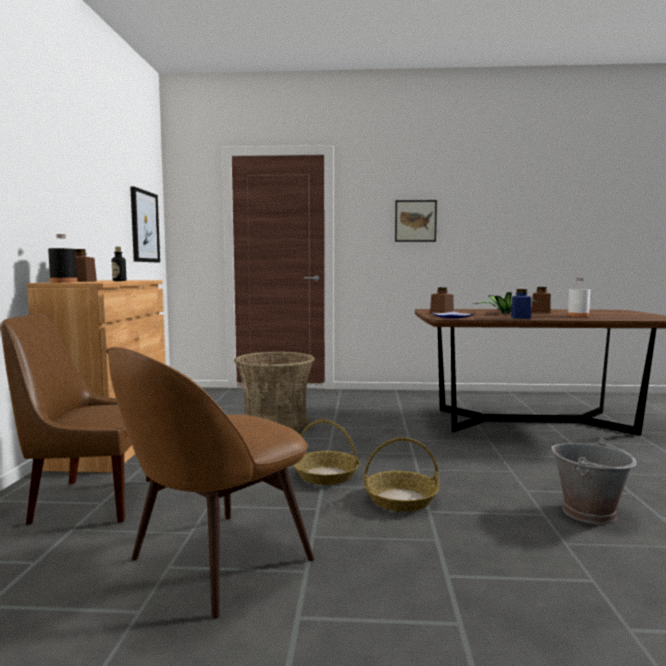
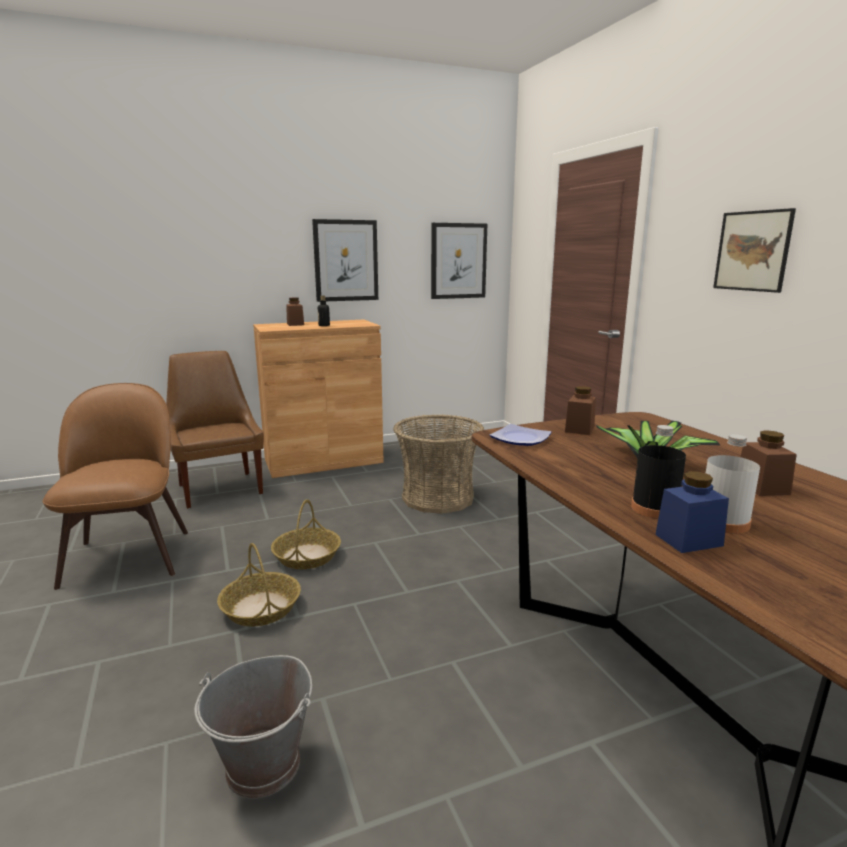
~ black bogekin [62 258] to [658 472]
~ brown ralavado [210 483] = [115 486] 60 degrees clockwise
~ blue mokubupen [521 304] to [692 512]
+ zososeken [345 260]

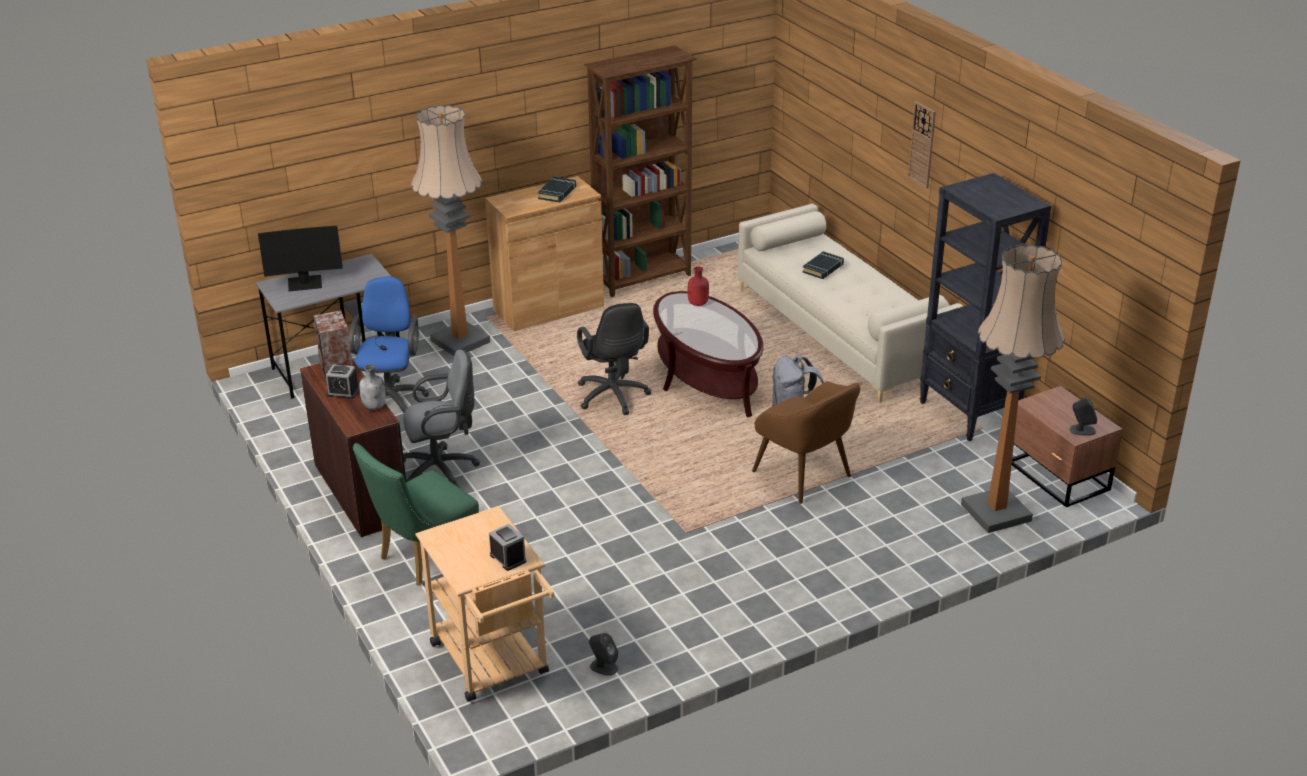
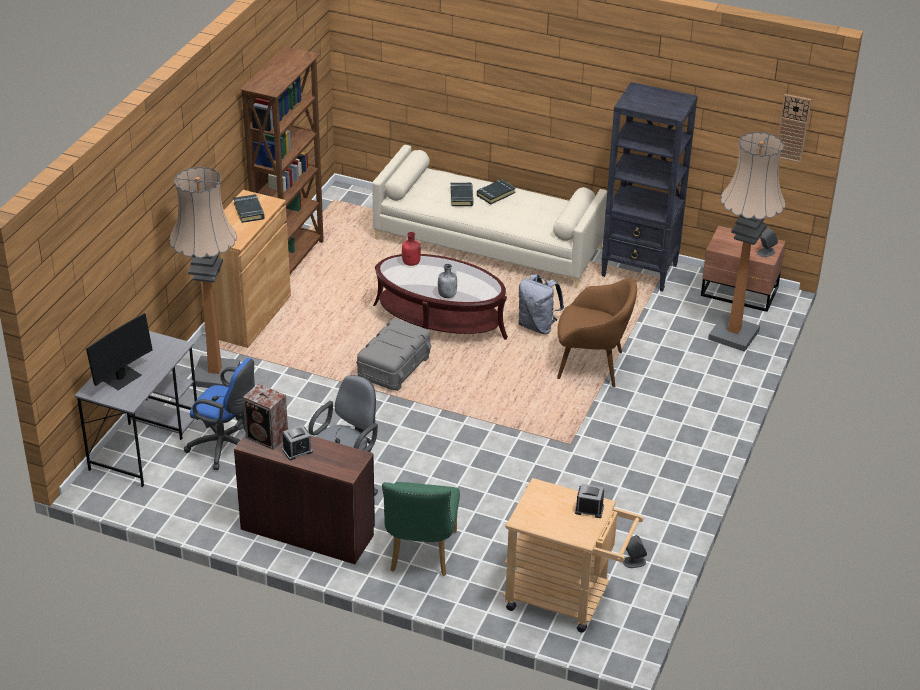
~ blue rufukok [389 344] = [219 414] 150 degrees clockwise
~ grey bogekin [372 387] to [447 281]
~ black rufukok [614 359] to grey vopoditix [394 354]
~ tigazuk [922 145] to [795 128]
+ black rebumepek [496 192]

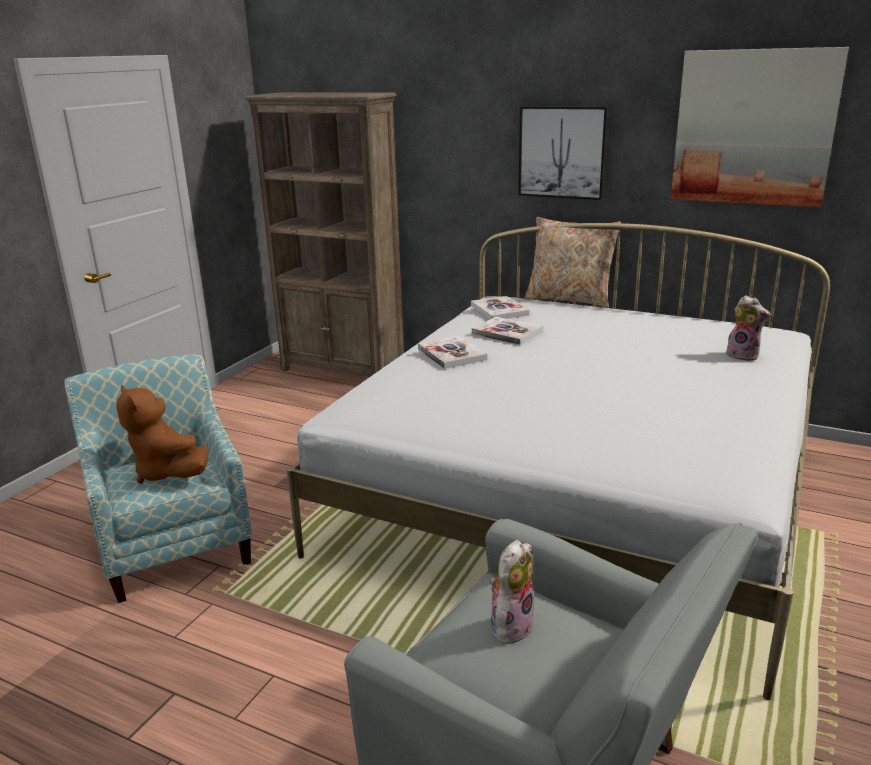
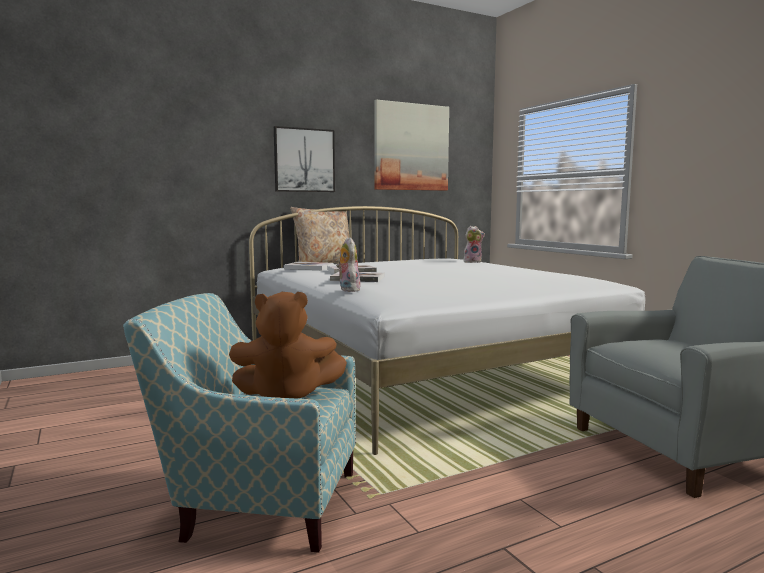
- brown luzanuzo [324 234]
~ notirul [512 592] to [348 264]

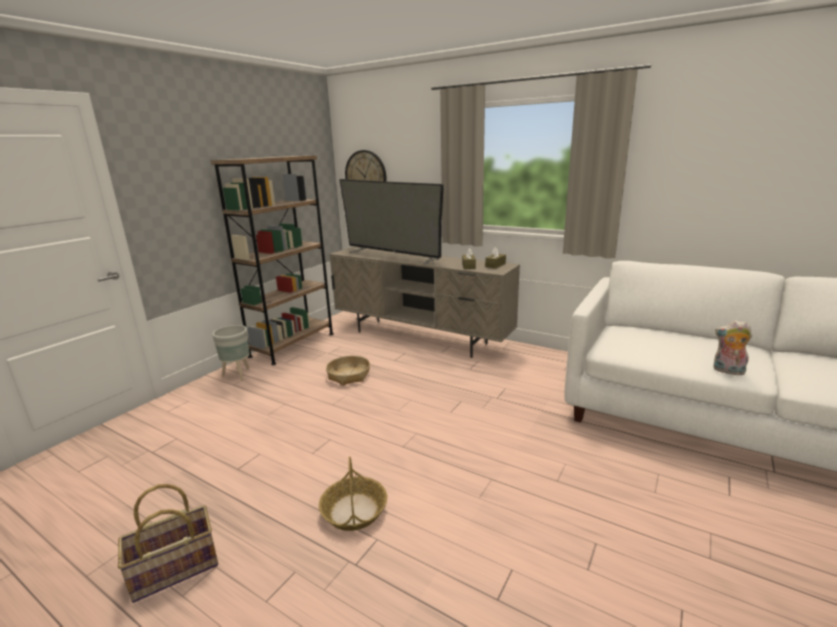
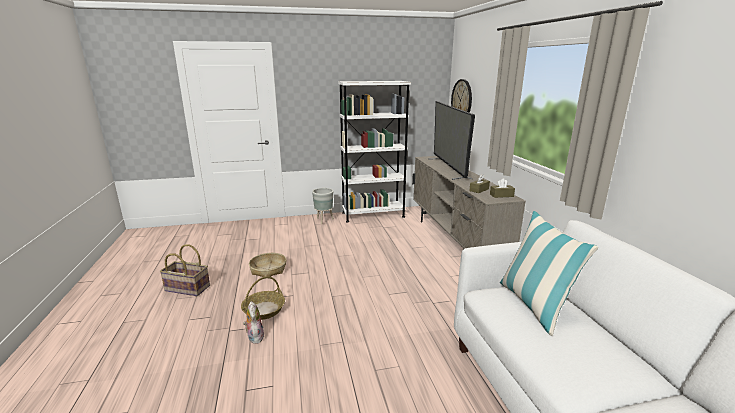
~ brown luzanuzo [272 260] to white luzanuzo [374 151]
~ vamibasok [348 371] to [268 265]
~ notirul [732 347] to [254 322]
+ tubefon [549 273]

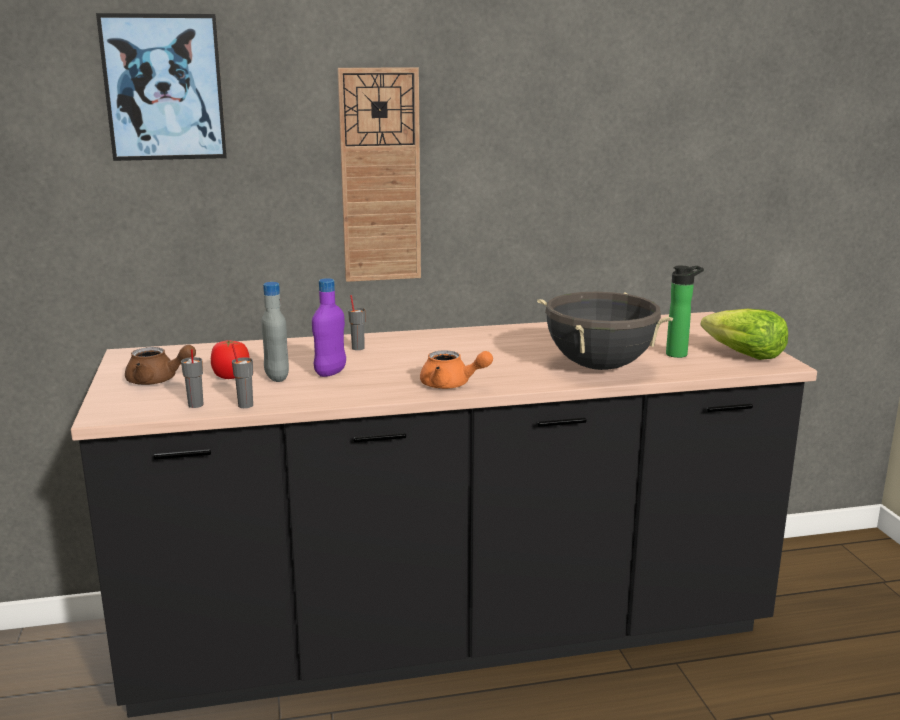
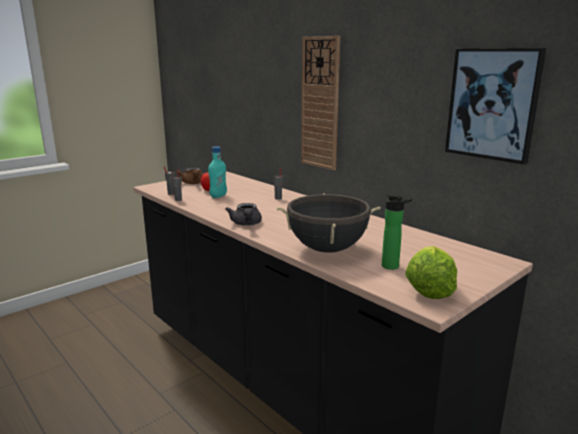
~ zososeken [161 87] to [495 106]
~ grey bogekin [275 332] to turquoise bogekin [217 172]
- purple bogekin [329 327]
~ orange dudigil [456 369] to grey dudigil [243 214]

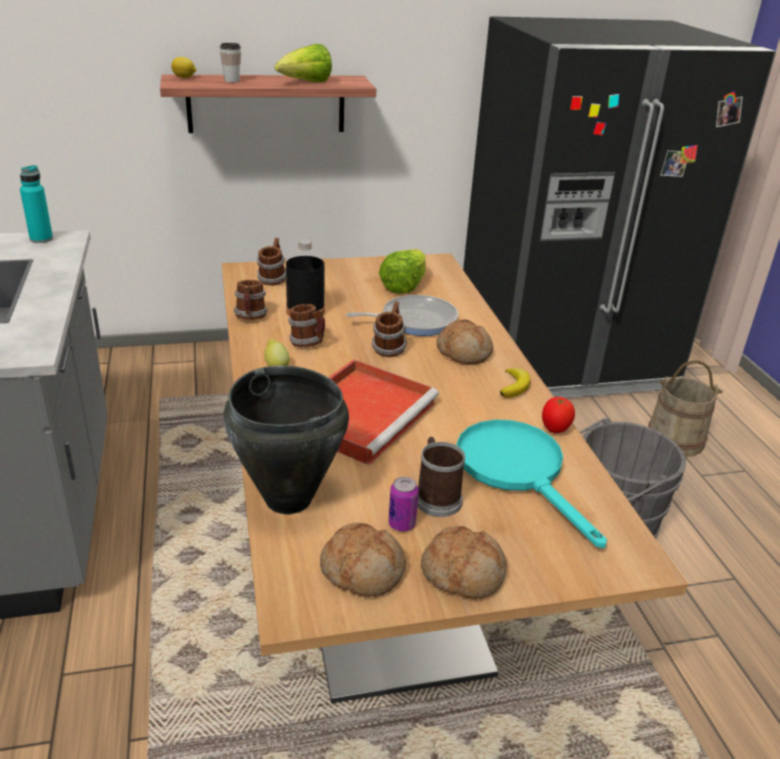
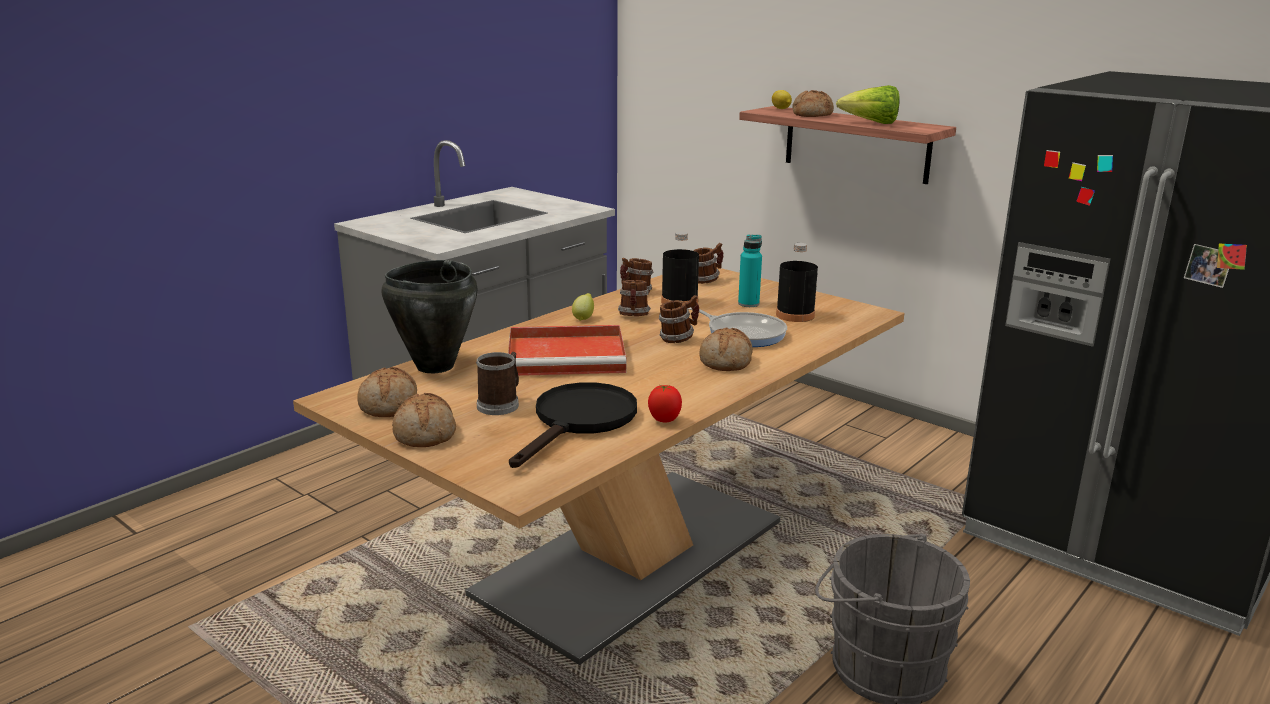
~ turquoise bogekin [36 204] to [750 270]
~ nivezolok [230 63] to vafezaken [813 103]
~ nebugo [402 271] to black bogekin [797 282]
- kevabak [403 504]
~ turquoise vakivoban [532 484] to black vakivoban [573 425]
- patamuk [515 383]
- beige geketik [685 408]

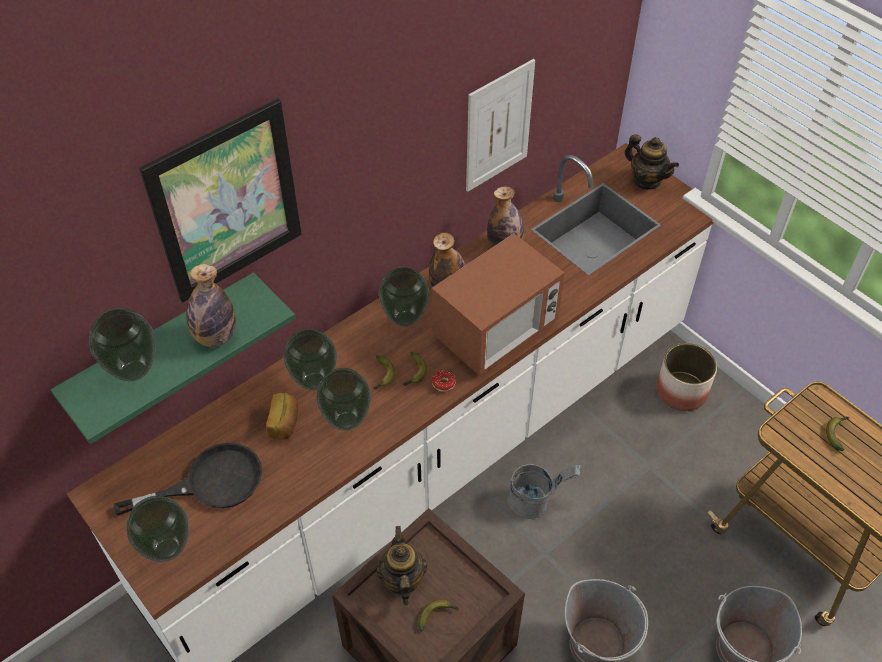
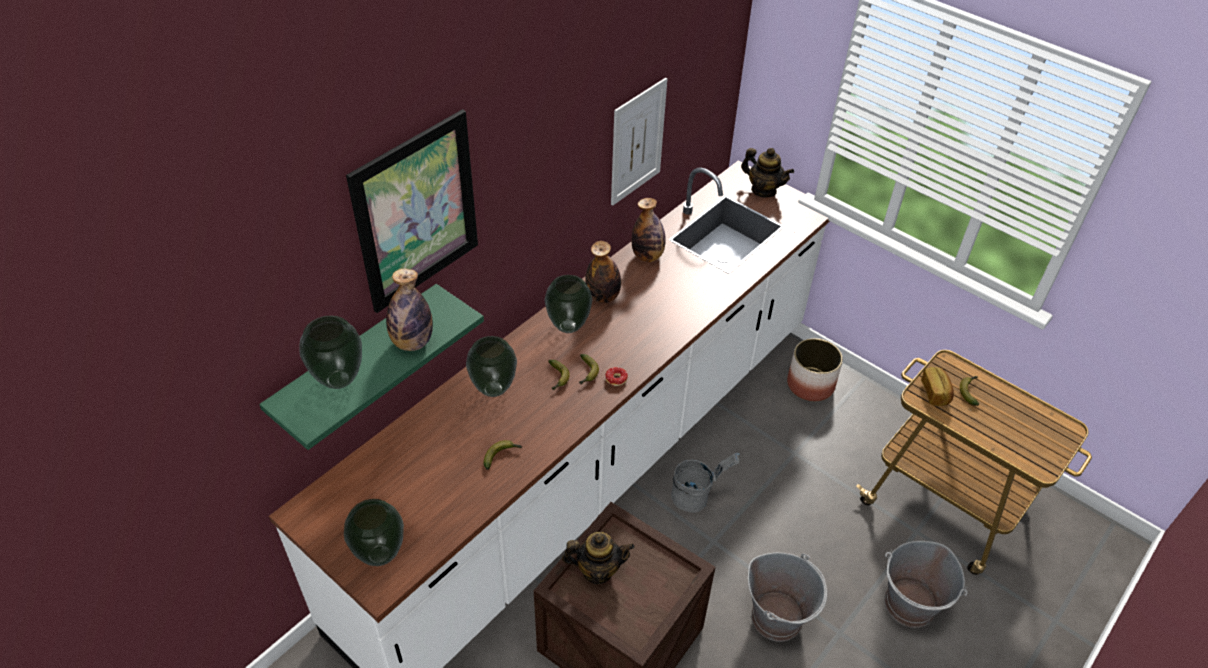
- black vakivoban [188 479]
~ vafezaken [282 416] to [937 386]
- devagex [343 399]
~ dudigil [402 566] = [598 558] 105 degrees clockwise
~ patamuk [438 615] to [503 455]
- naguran [498 305]

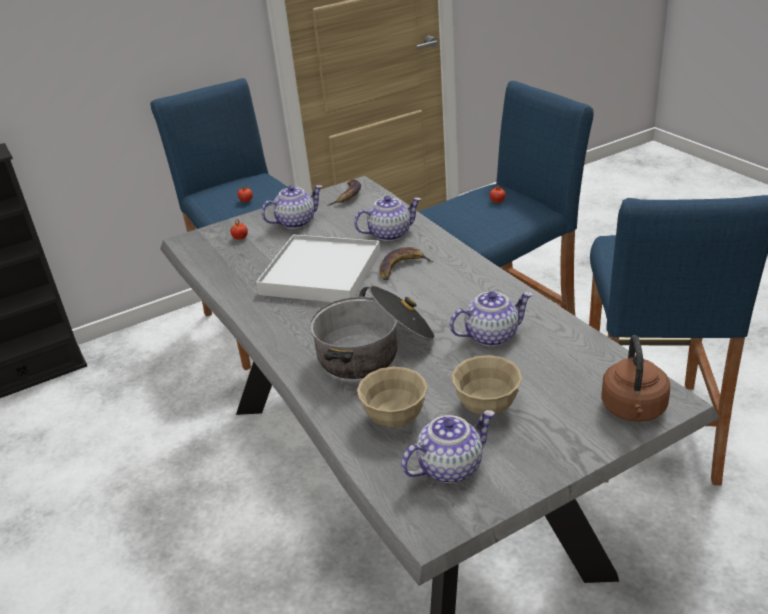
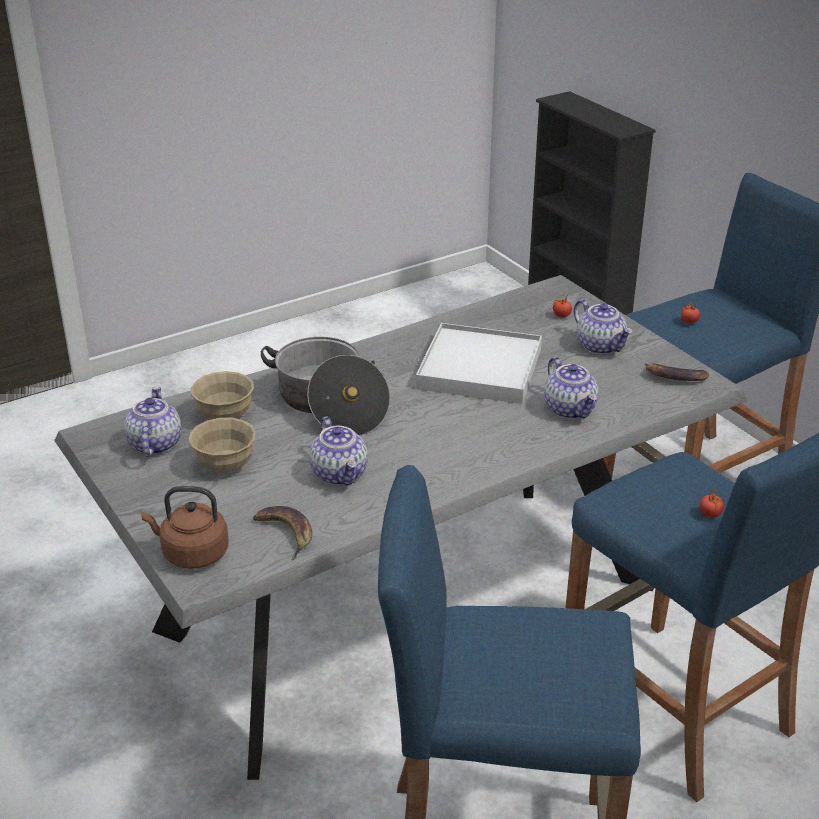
~ patamuk [406 263] to [282 533]
~ dudigil [448 446] = [152 421] 150 degrees counterclockwise

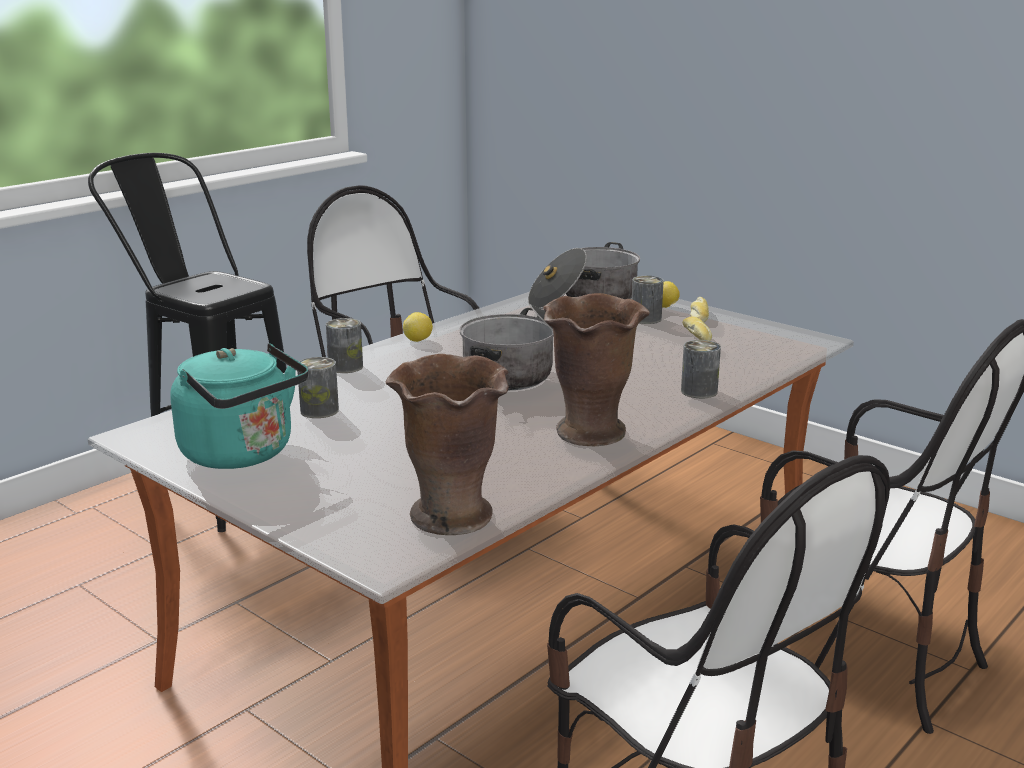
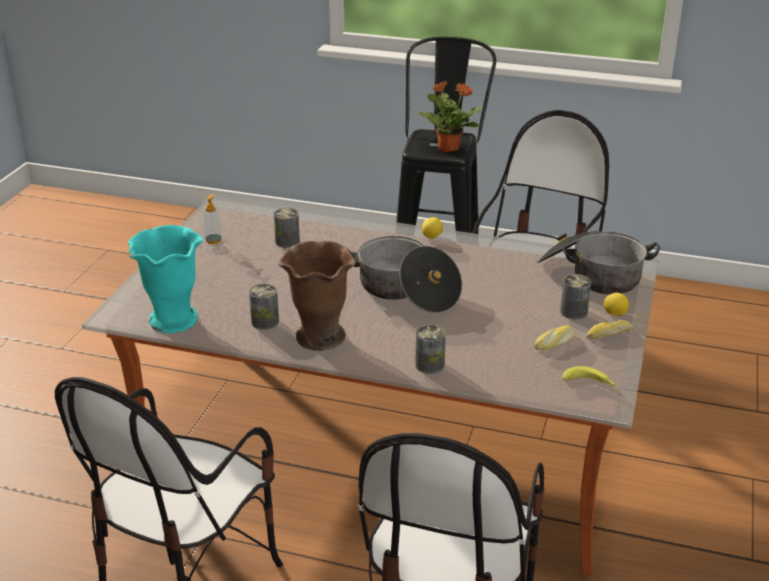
~ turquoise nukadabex [239 406] to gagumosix [213 218]
~ kevabak [344 345] to [264 307]
~ brown devagex [447 444] to turquoise devagex [165 279]
+ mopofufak [450 117]
+ patamuk [589 376]

